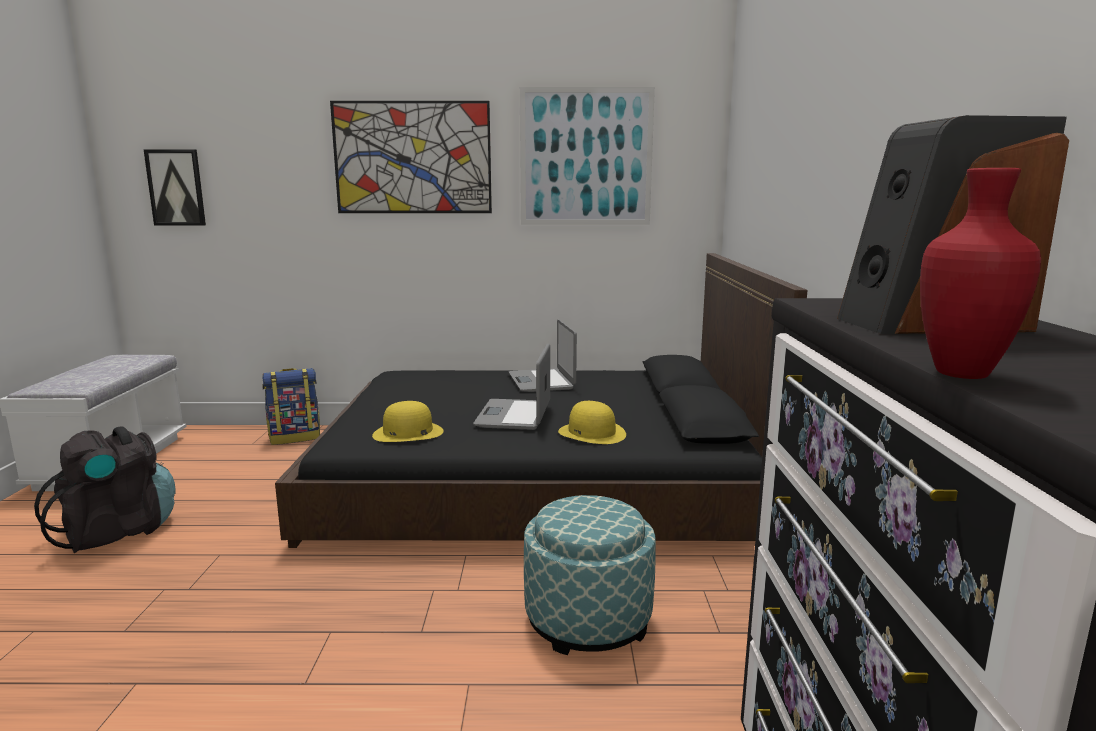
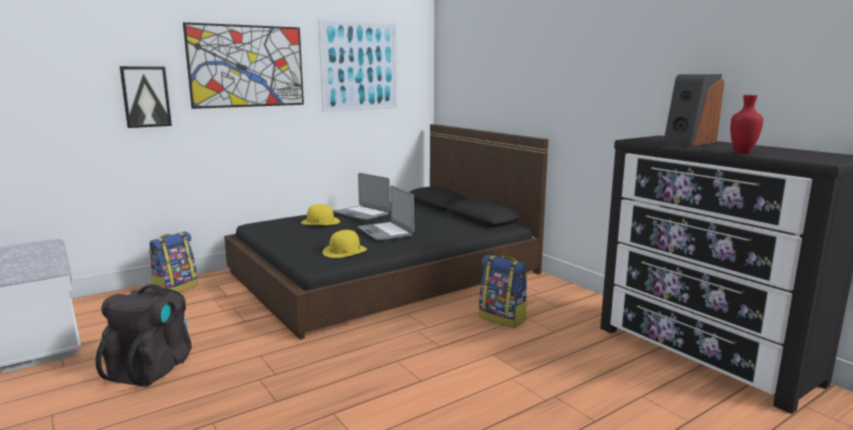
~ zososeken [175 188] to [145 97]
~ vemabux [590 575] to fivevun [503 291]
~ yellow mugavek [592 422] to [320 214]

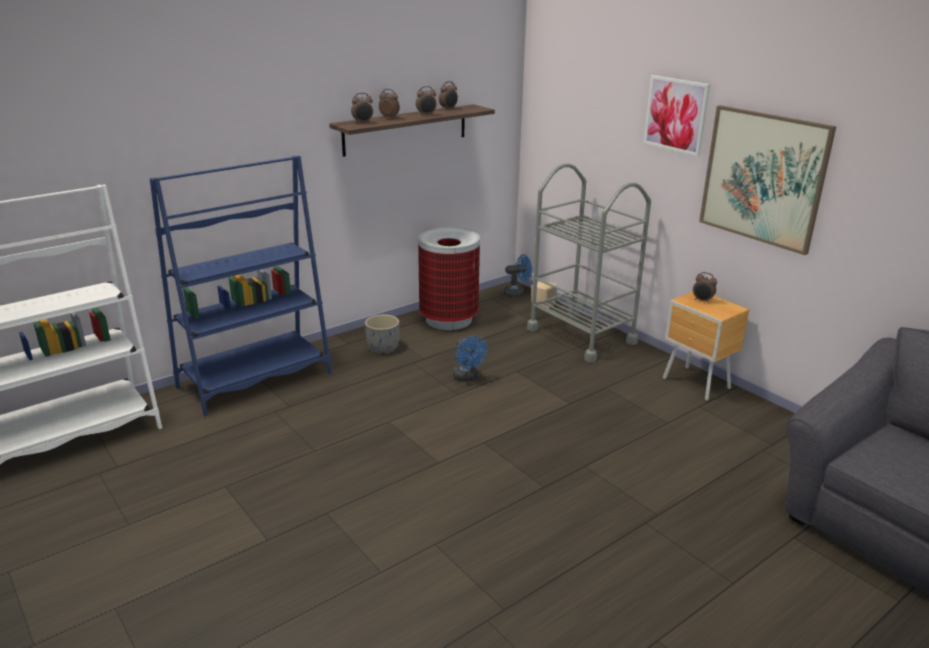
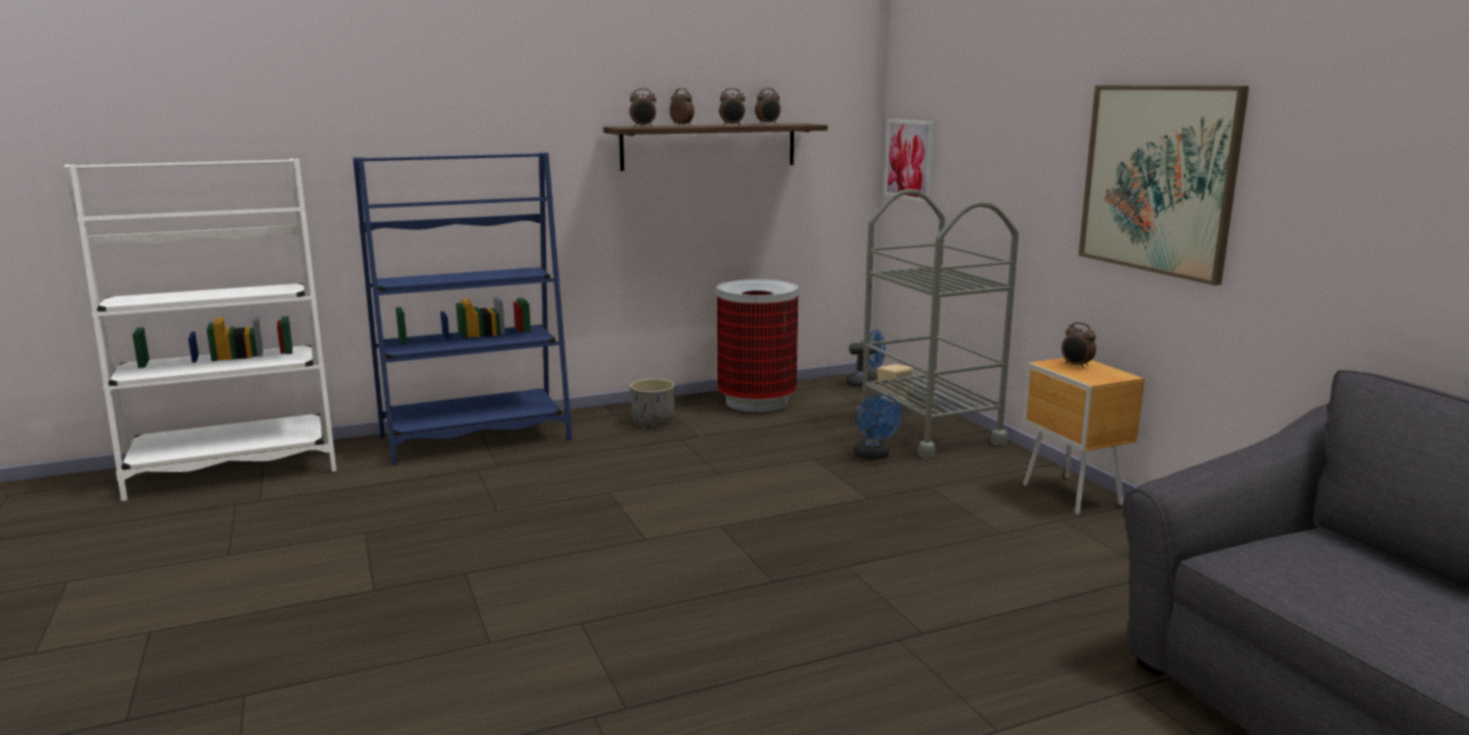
~ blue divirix [470 359] to [878 427]
~ zososeken [676 115] to [909 161]

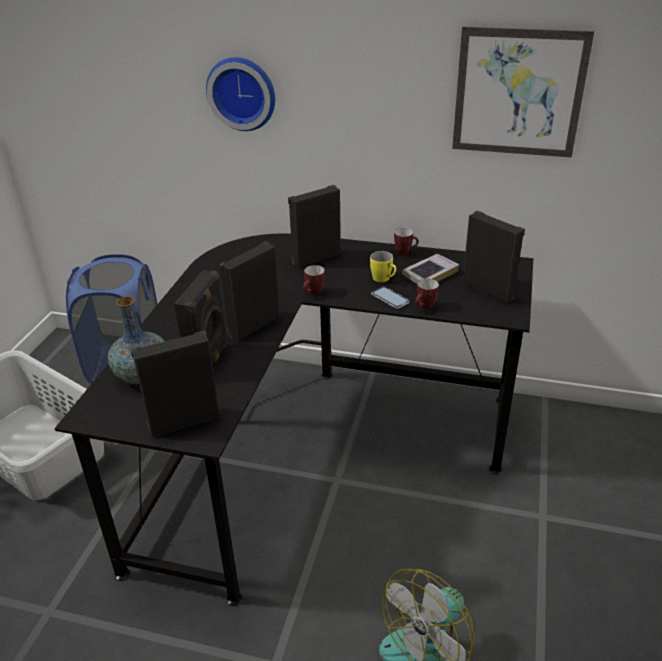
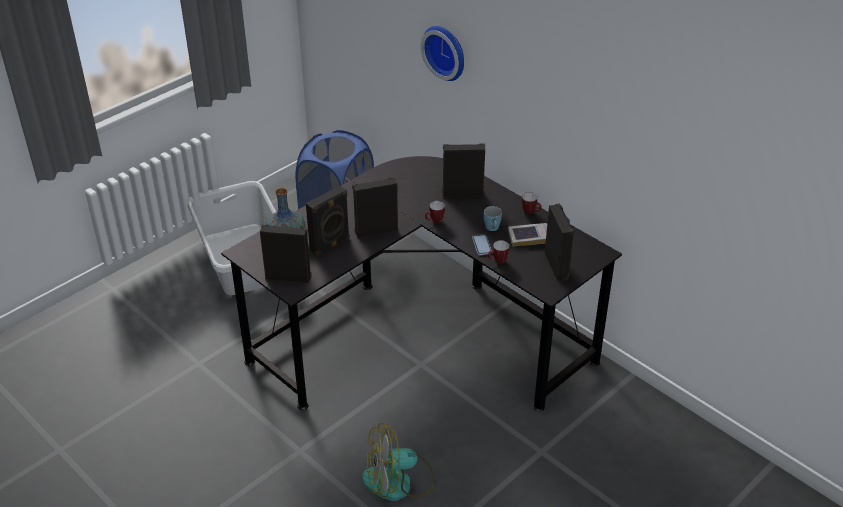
~ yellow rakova [383 266] to blue rakova [493 218]
- zososeken [523 91]

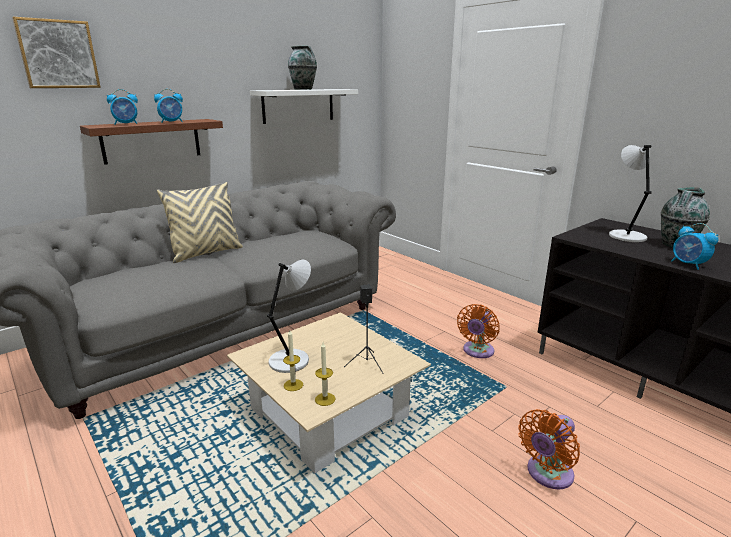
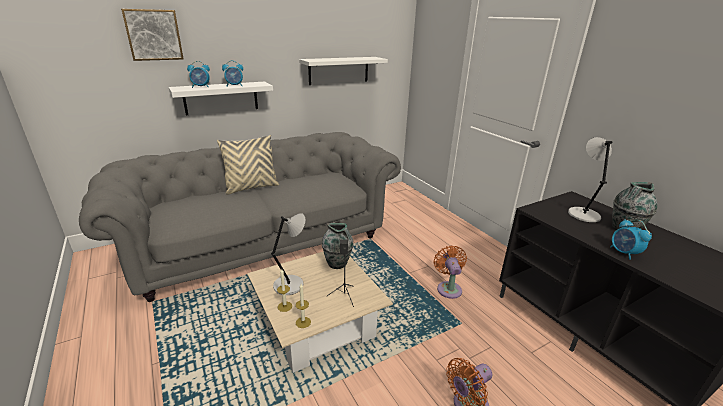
~ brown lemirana [151 142] to white lemirana [221 98]
~ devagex [302 68] to [338 246]
~ orange divirix [478 331] = [450 272] 135 degrees clockwise

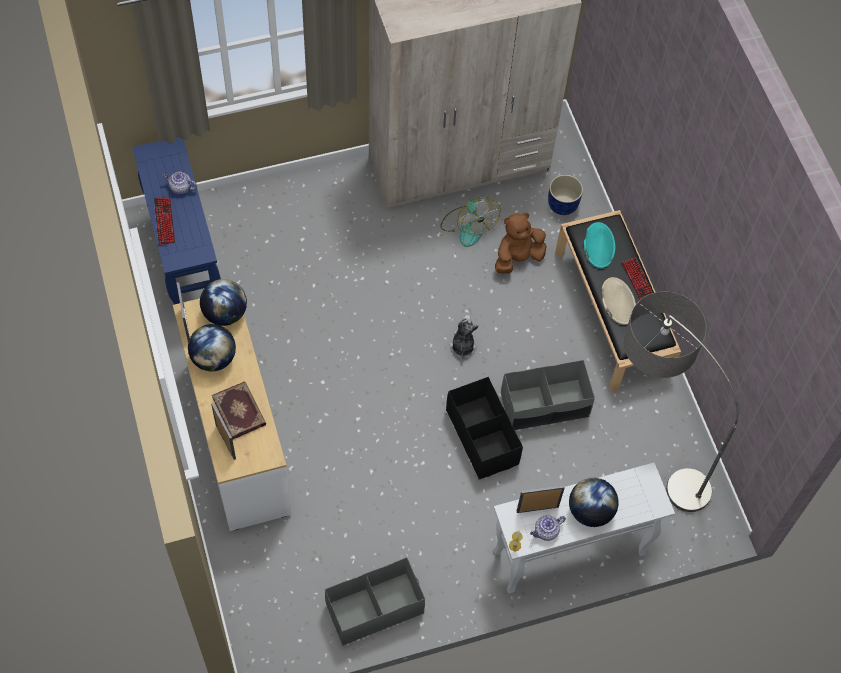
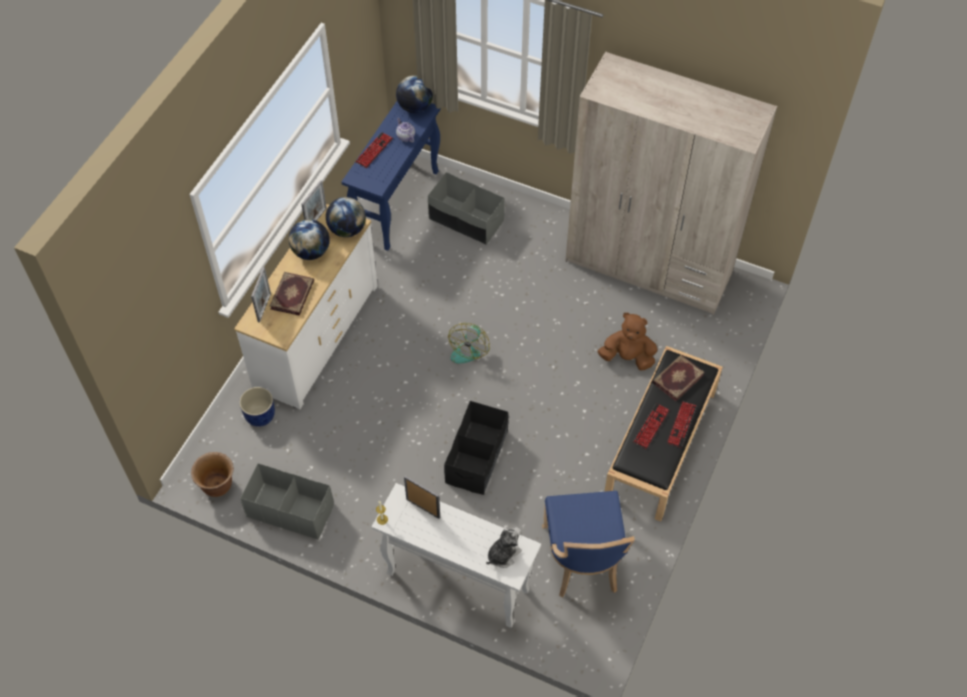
~ divirix [470 222] to [469 343]
~ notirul [464 337] to [504 547]
~ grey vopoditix [548 395] to [466 208]
- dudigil [548 528]
~ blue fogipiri [565 195] to [257 407]
~ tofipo [594 502] to [414 94]
~ turquoise mugavek [599 245] to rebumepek [678 378]
~ beige mugavek [619 301] to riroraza [651 426]
~ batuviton [681 401] to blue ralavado [588 544]
+ brown fogipiri [212 474]

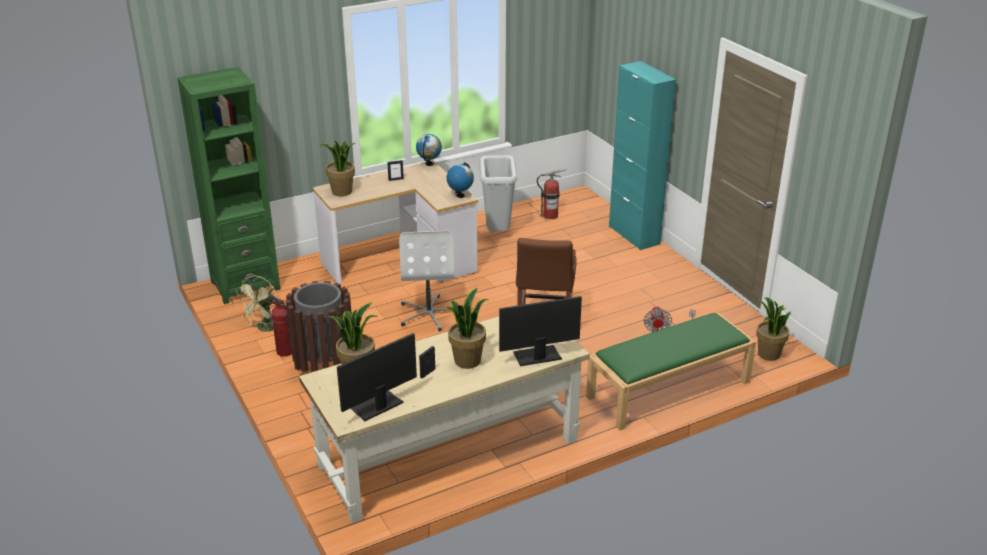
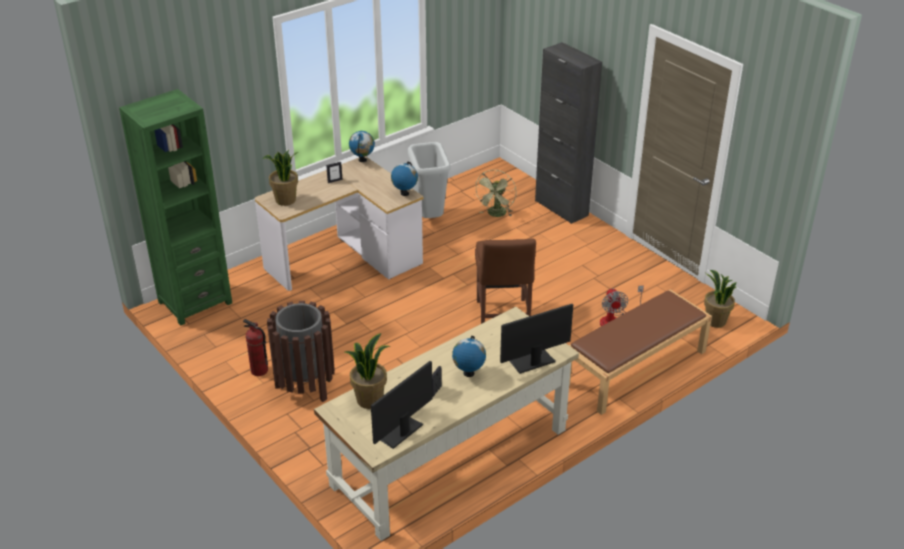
~ green divirix [257 304] to [495 193]
- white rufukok [426 281]
~ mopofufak [467 328] to tofipo [469 356]
- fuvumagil [552 193]
~ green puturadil [671 371] to brown puturadil [640 352]
~ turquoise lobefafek [642 155] to black lobefafek [568 133]

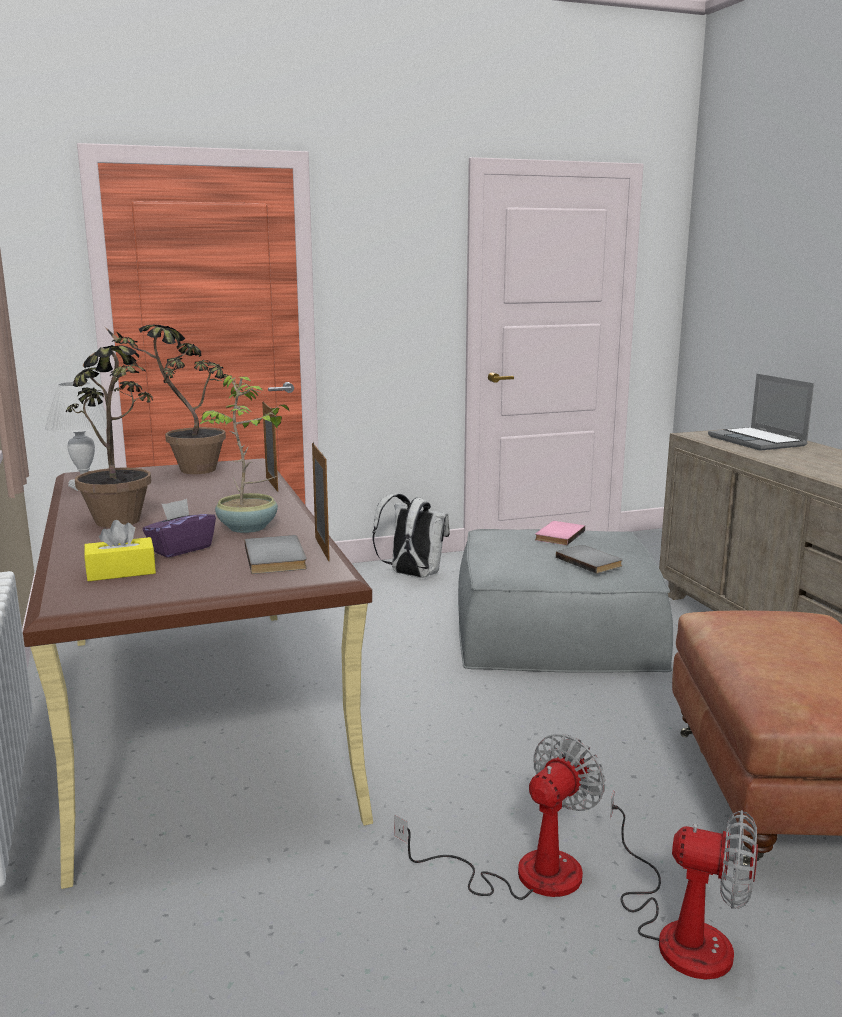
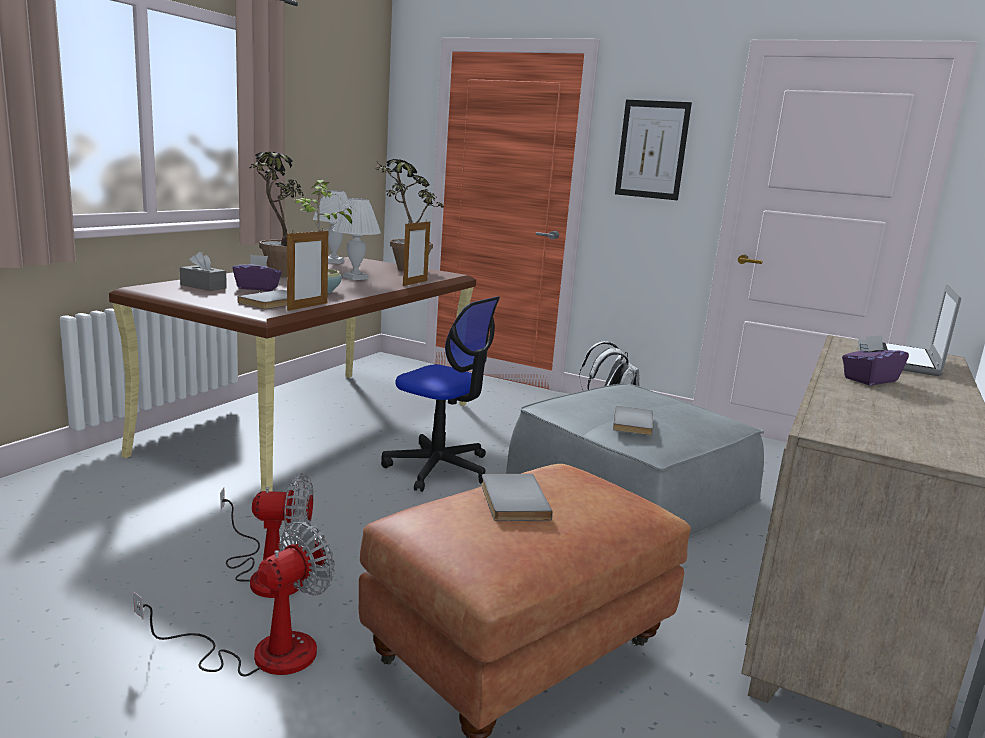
~ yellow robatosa [120 550] to grey robatosa [203 271]
- pink rebumepek [560 533]
~ divirix [684 885] = [234 599] 120 degrees counterclockwise
+ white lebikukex [356 239]
+ rufukok [440 394]
+ grey rebumepek [517 497]
+ zososeken [653 150]
+ purple robatosa [875 360]

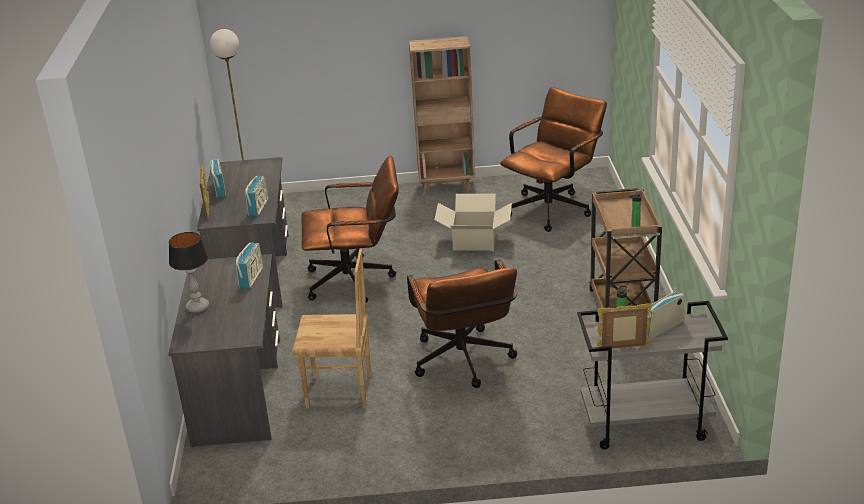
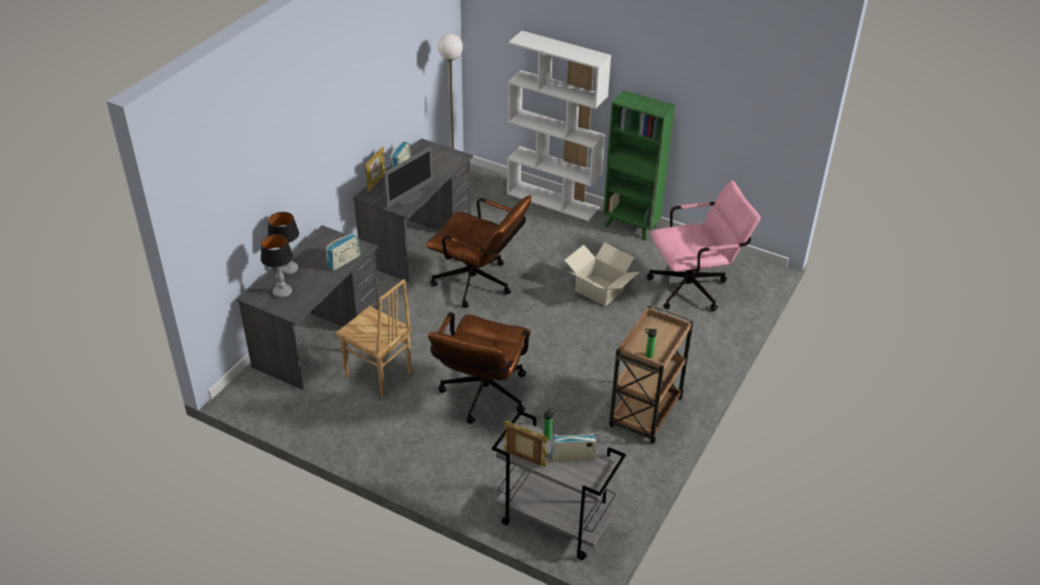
~ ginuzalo [257 196] to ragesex [408 177]
~ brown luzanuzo [442 116] to green luzanuzo [639 165]
~ brown rufukok [553 159] to pink rufukok [703 245]
+ lebikukex [277 266]
+ white luzanuzo [559 126]

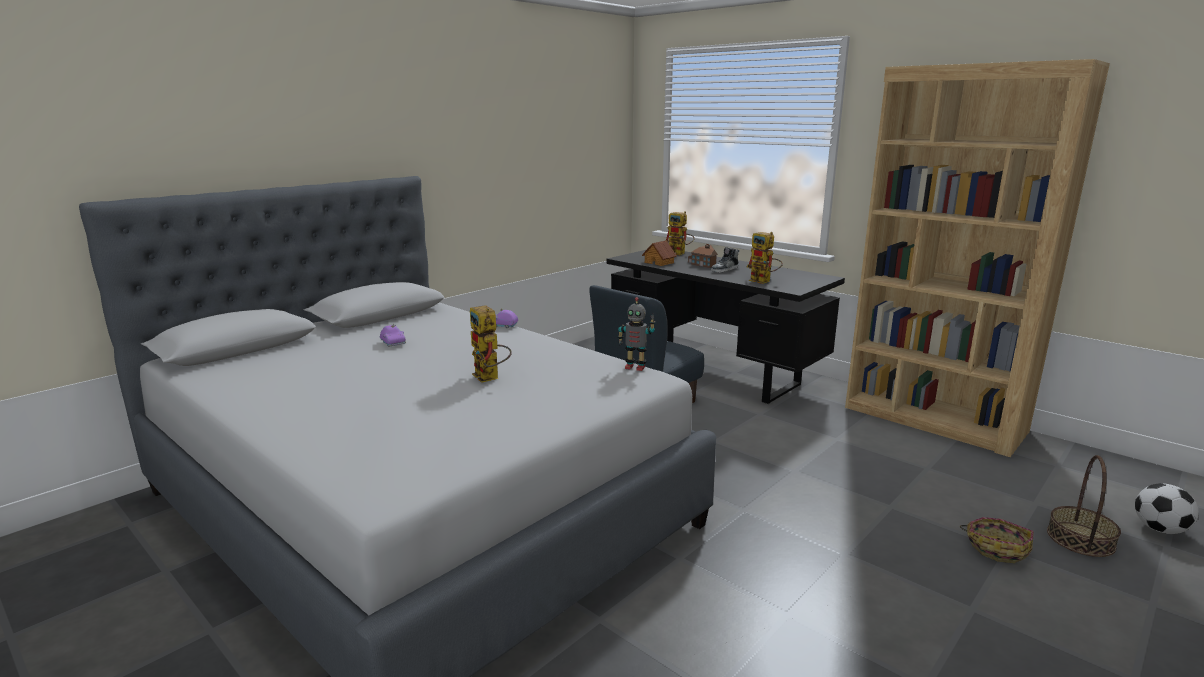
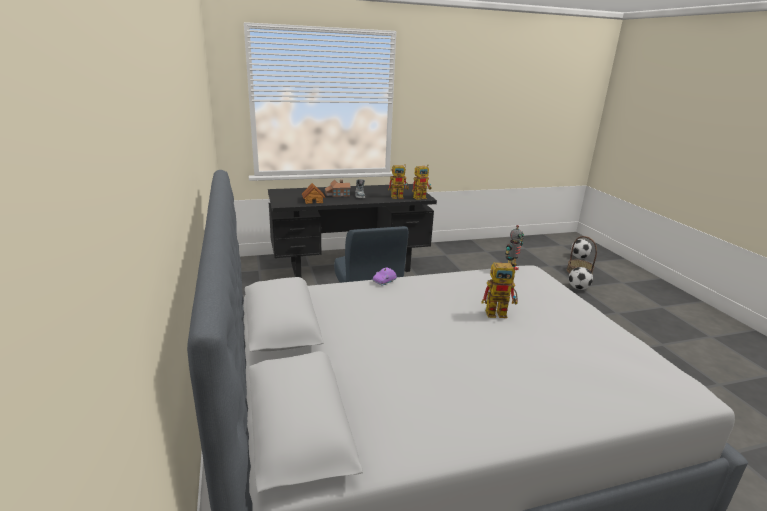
- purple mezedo [393 335]
~ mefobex [680 233] to [422 182]
- brown luzanuzo [977 258]
~ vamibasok [997 540] to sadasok [581 278]

